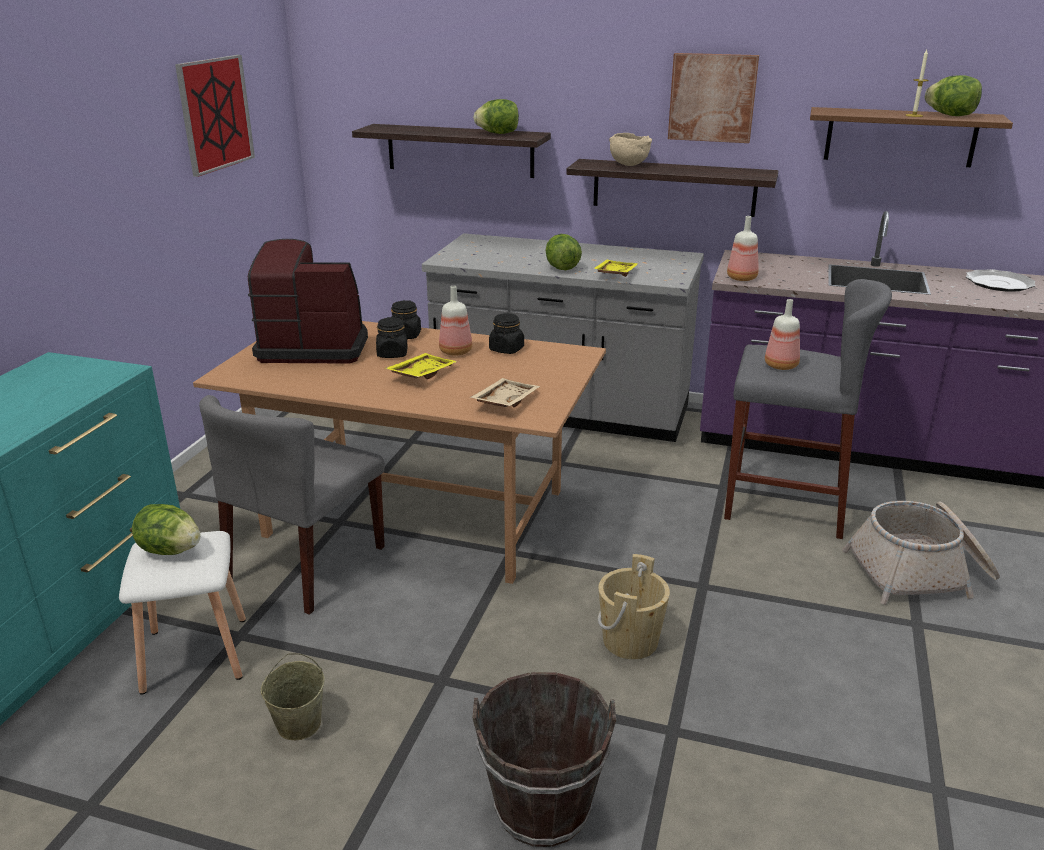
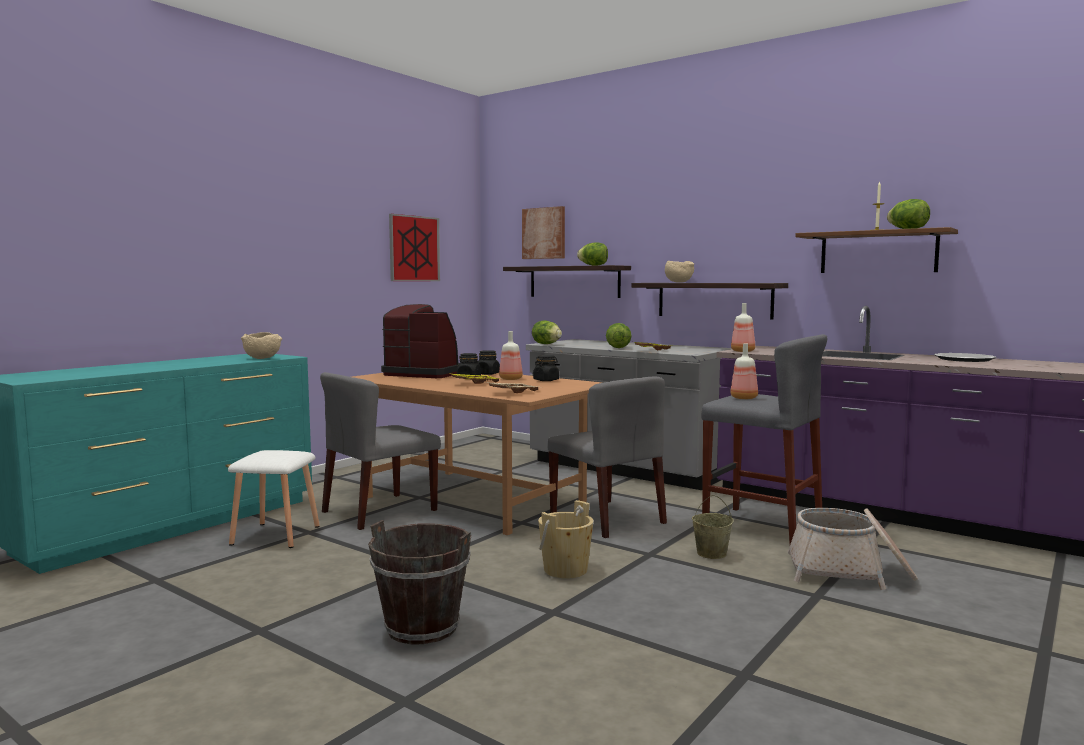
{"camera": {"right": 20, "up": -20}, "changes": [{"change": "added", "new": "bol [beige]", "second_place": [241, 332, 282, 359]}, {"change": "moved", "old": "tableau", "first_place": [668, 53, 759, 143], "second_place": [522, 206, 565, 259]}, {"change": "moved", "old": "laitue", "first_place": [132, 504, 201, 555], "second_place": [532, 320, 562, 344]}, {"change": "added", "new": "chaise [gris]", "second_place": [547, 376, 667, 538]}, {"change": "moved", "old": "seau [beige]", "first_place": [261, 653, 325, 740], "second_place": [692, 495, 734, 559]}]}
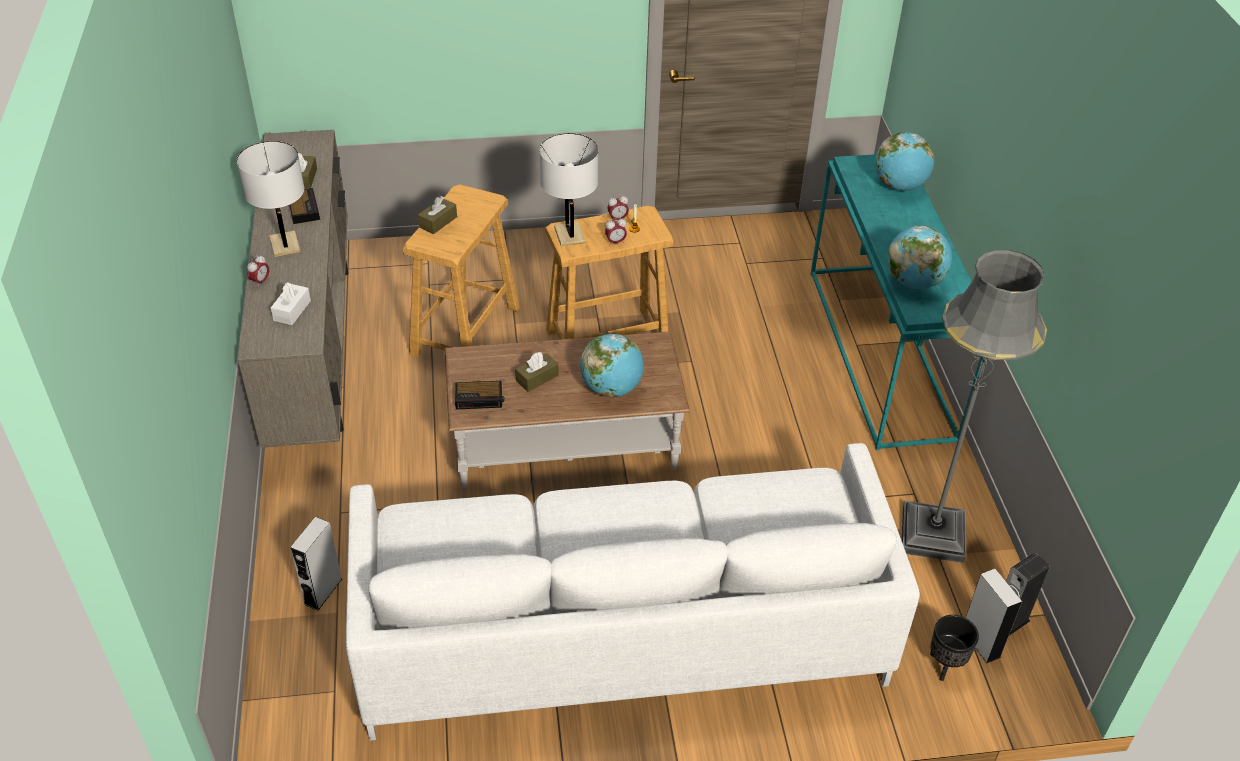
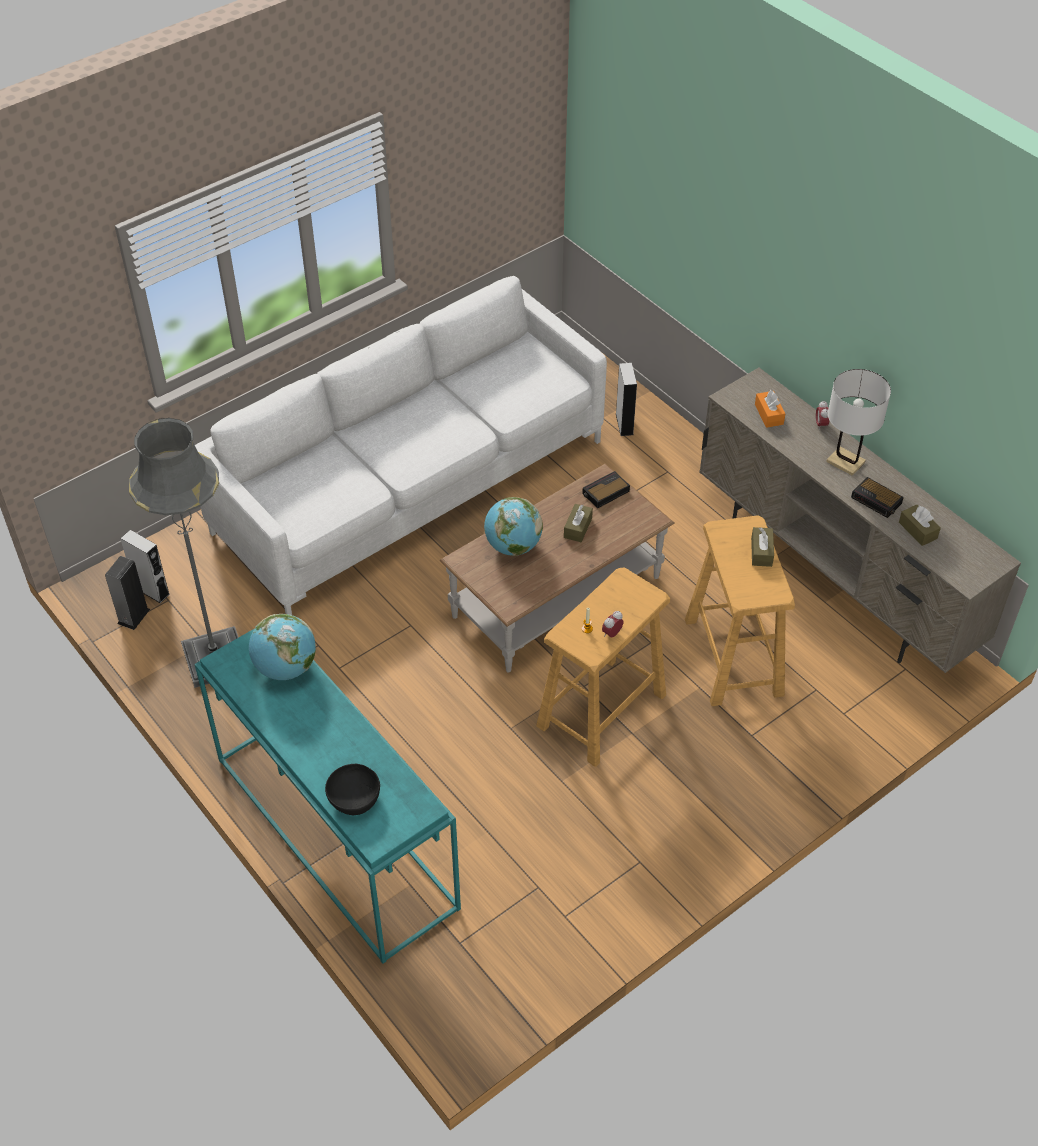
{"camera": {"right": 150, "up": 5}, "changes": [{"change": "replaced", "old": "globe", "new": "bol [noir]", "first_place": [875, 132, 934, 191], "second_place": [325, 763, 380, 815]}, {"change": "recoloured", "old": "boîte à mouchoirs [blanc]", "new": "boîte à mouchoirs [orange]", "first_place": [271, 282, 311, 325], "second_place": [755, 390, 785, 428]}, {"change": "removed", "old": "lampe de table [blanc]", "first_place": [539, 133, 598, 246]}, {"change": "removed", "old": "réveil", "first_place": [605, 217, 627, 246]}, {"change": "removed", "old": "cache-pot [noir]", "first_place": [930, 615, 979, 681]}]}
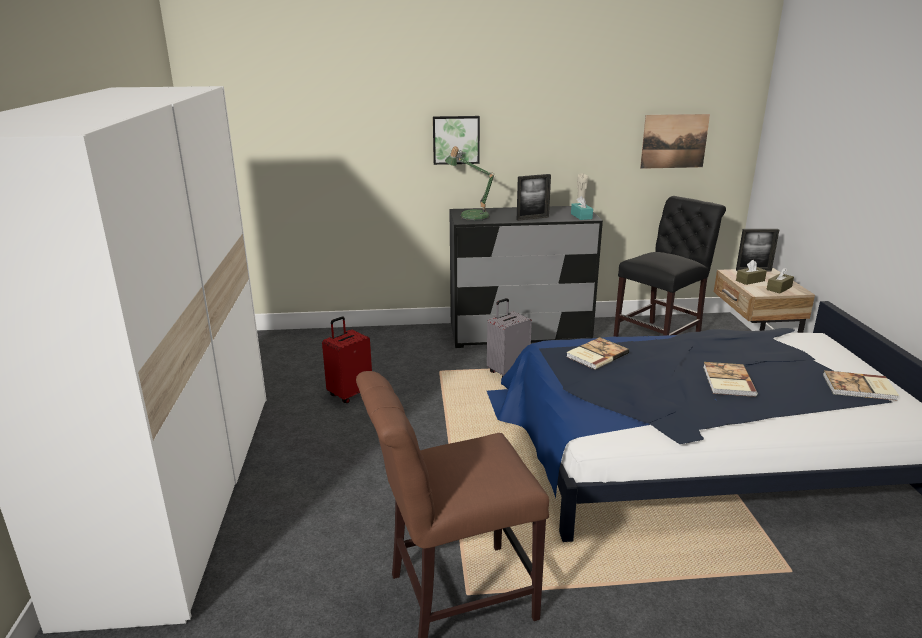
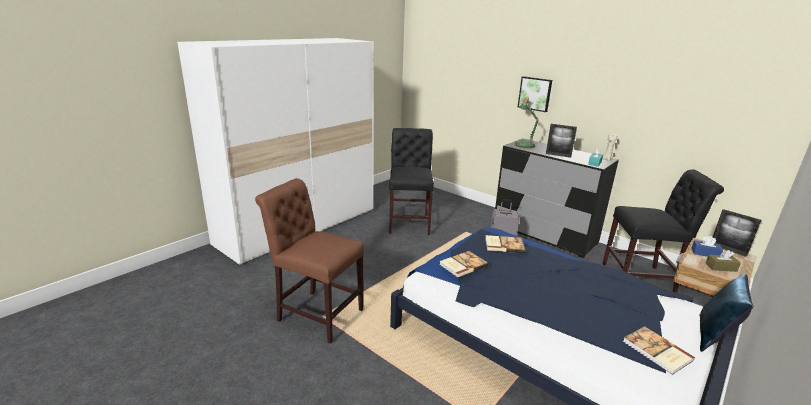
{"camera": {"right": 45, "up": 0}, "changes": [{"change": "replaced", "old": "valise [rouge]", "new": "chaise [noir]", "first_place": [322, 317, 372, 403], "second_place": [389, 128, 434, 235]}, {"change": "moved", "old": "livre", "first_place": [703, 362, 757, 397], "second_place": [440, 251, 488, 278]}, {"change": "recoloured", "old": "boîte à mouchoirs [marron]", "new": "boîte à mouchoirs [bleu]", "first_place": [736, 260, 767, 285], "second_place": [691, 236, 723, 257]}, {"change": "added", "new": "coussin [bleu]", "second_place": [699, 274, 754, 352]}, {"change": "removed", "old": "tableau", "first_place": [640, 114, 710, 169]}]}
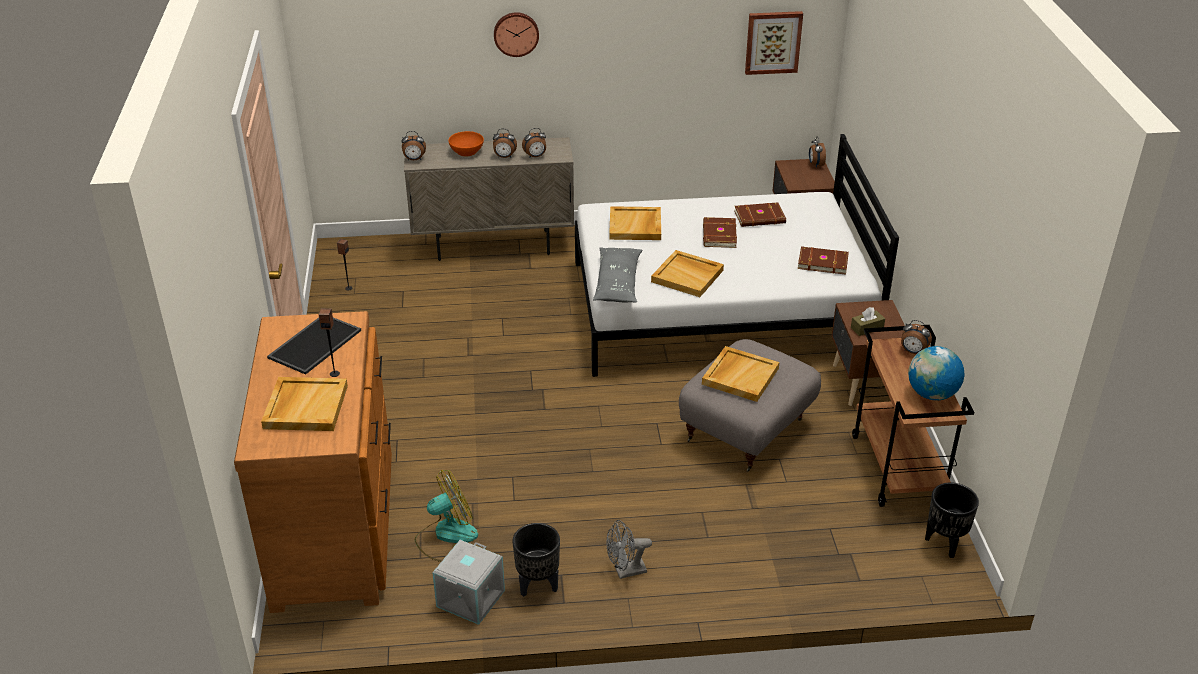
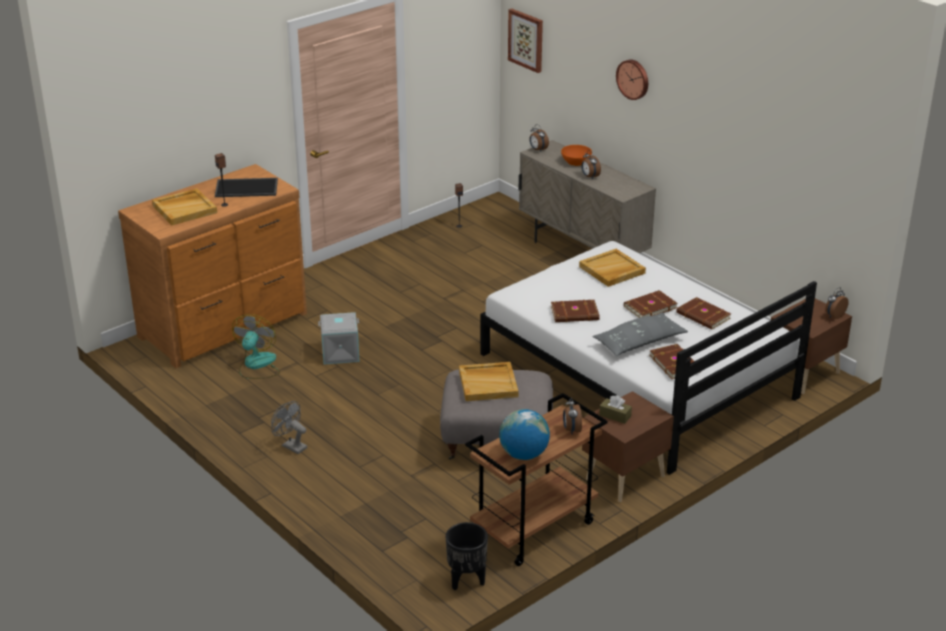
{"camera": {"right": 55, "up": -5}, "changes": [{"change": "turned", "old": "ventilateur", "first_place": [415, 470, 478, 562], "second_place": [232, 314, 280, 379], "degrees": -105}, {"change": "moved", "old": "boîte de rangement [gris]", "first_place": [432, 540, 505, 625], "second_place": [318, 312, 359, 365]}, {"change": "moved", "old": "tableau", "first_place": [745, 11, 803, 75], "second_place": [508, 9, 543, 73]}, {"change": "replaced", "old": "plateau [beige]", "new": "livre [marron]", "first_place": [651, 250, 724, 297], "second_place": [551, 300, 600, 322]}, {"change": "moved", "old": "coussin [gris]", "first_place": [593, 247, 642, 303], "second_place": [592, 312, 688, 356]}, {"change": "removed", "old": "cache-pot [noir]", "first_place": [512, 523, 560, 597]}, {"change": "removed", "old": "réveil", "first_place": [522, 128, 546, 158]}]}
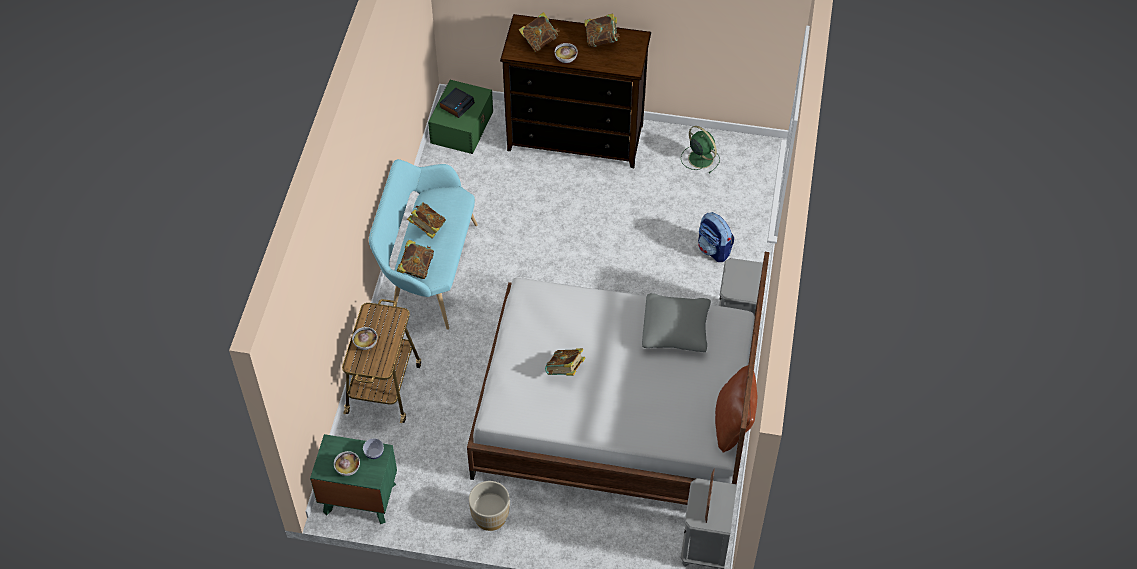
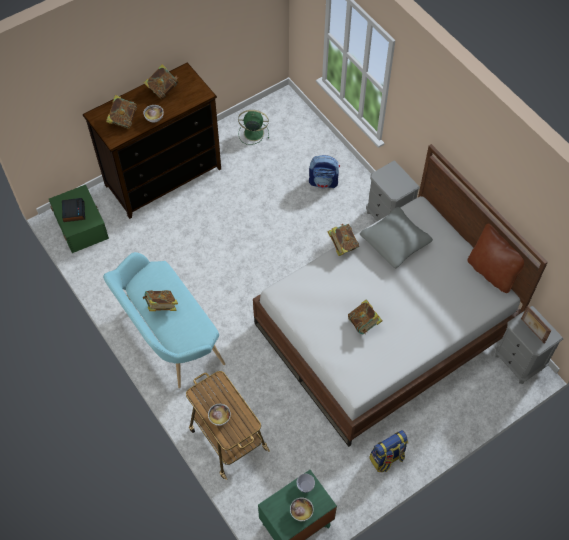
{"camera": {"right": -45, "up": 5}, "changes": [{"change": "moved", "old": "livre", "first_place": [397, 240, 434, 279], "second_place": [327, 224, 359, 256]}, {"change": "replaced", "old": "cache-pot [beige]", "new": "sac à dos", "first_place": [469, 481, 510, 531], "second_place": [369, 430, 408, 472]}]}
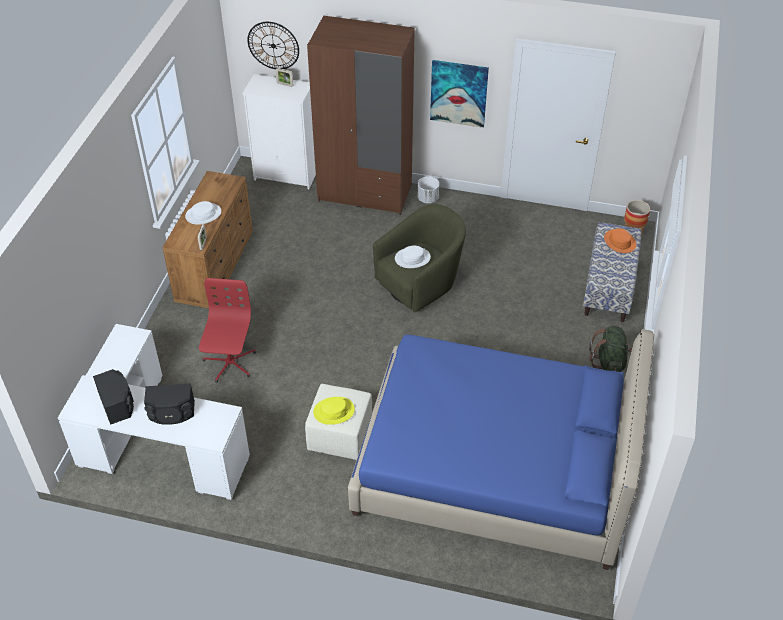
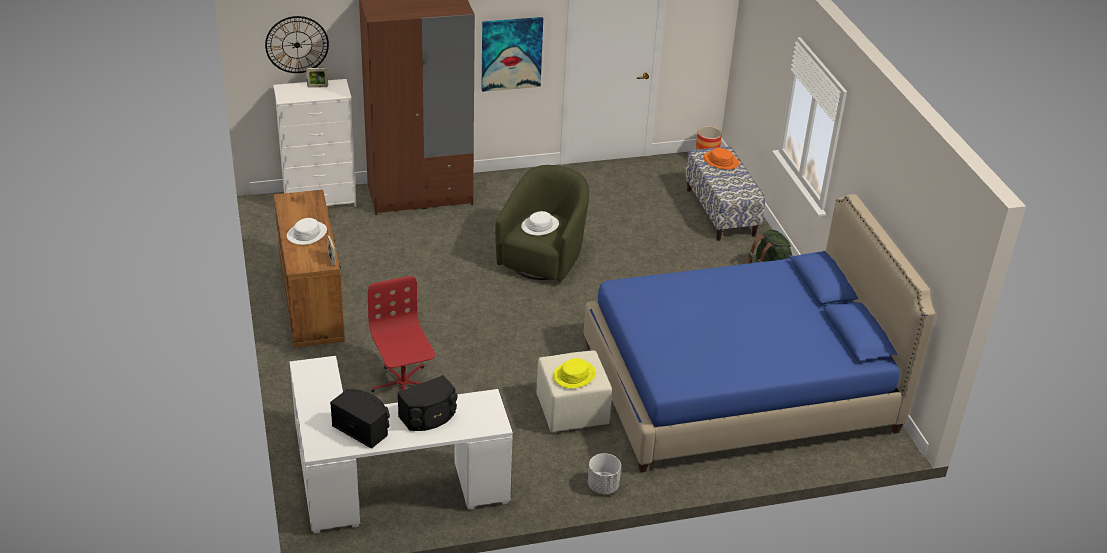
{"camera": {"right": -30, "up": -10}, "changes": [{"change": "moved", "old": "cache-pot [blanc]", "first_place": [418, 176, 439, 203], "second_place": [588, 453, 621, 494]}]}
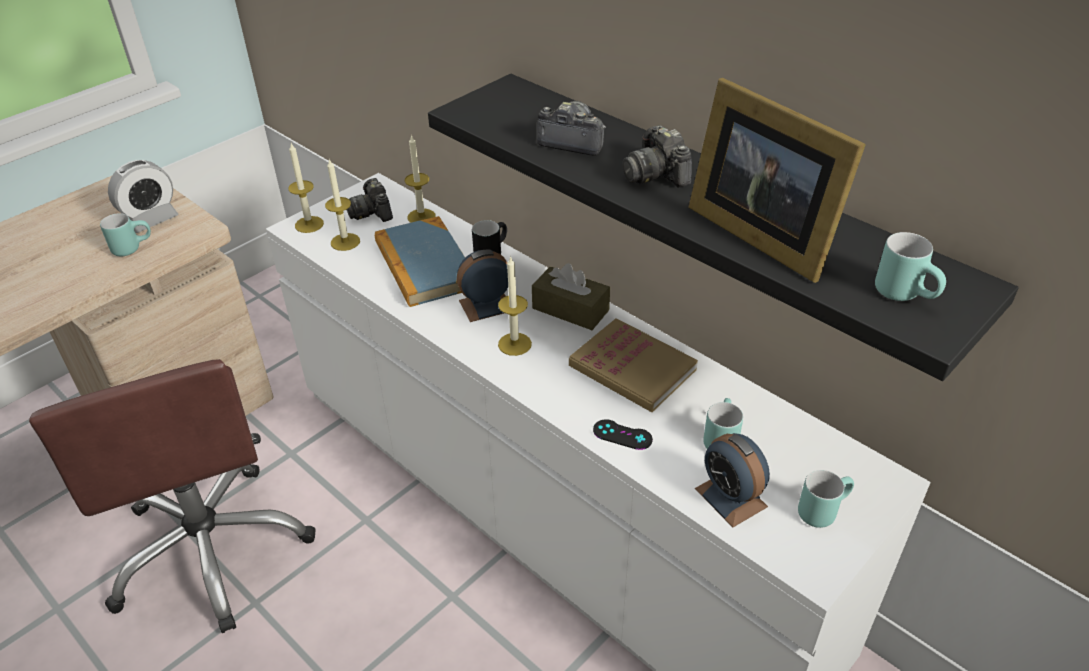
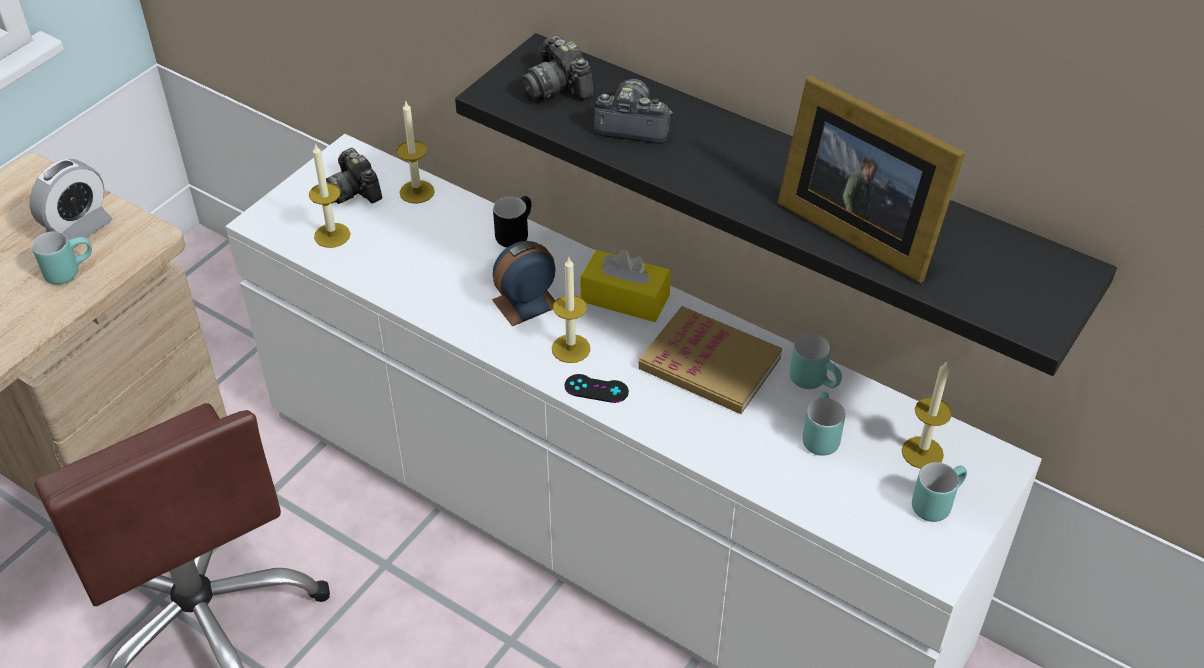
{"camera": {"right": -10, "up": 5}, "changes": [{"change": "moved", "old": "appareil photo", "first_place": [623, 125, 692, 188], "second_place": [522, 35, 593, 101]}, {"change": "moved", "old": "manette [noir]", "first_place": [593, 419, 653, 450], "second_place": [565, 374, 629, 403]}, {"change": "recoloured", "old": "boîte à mouchoirs [marron]", "new": "boîte à mouchoirs [jaune]", "first_place": [532, 263, 610, 330], "second_place": [580, 250, 671, 322]}, {"change": "moved", "old": "mug [turquoise]", "first_place": [875, 232, 946, 301], "second_place": [790, 334, 842, 389]}, {"change": "moved", "old": "bougie", "first_place": [288, 143, 324, 233], "second_place": [902, 361, 952, 469]}, {"change": "removed", "old": "livre", "first_place": [375, 216, 465, 307]}, {"change": "removed", "old": "réveil", "first_place": [695, 433, 770, 527]}]}
